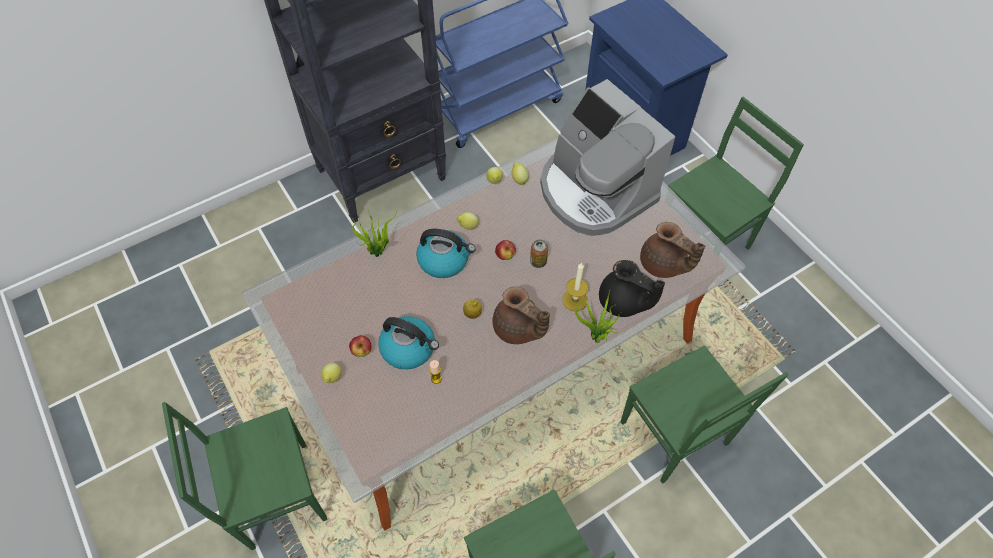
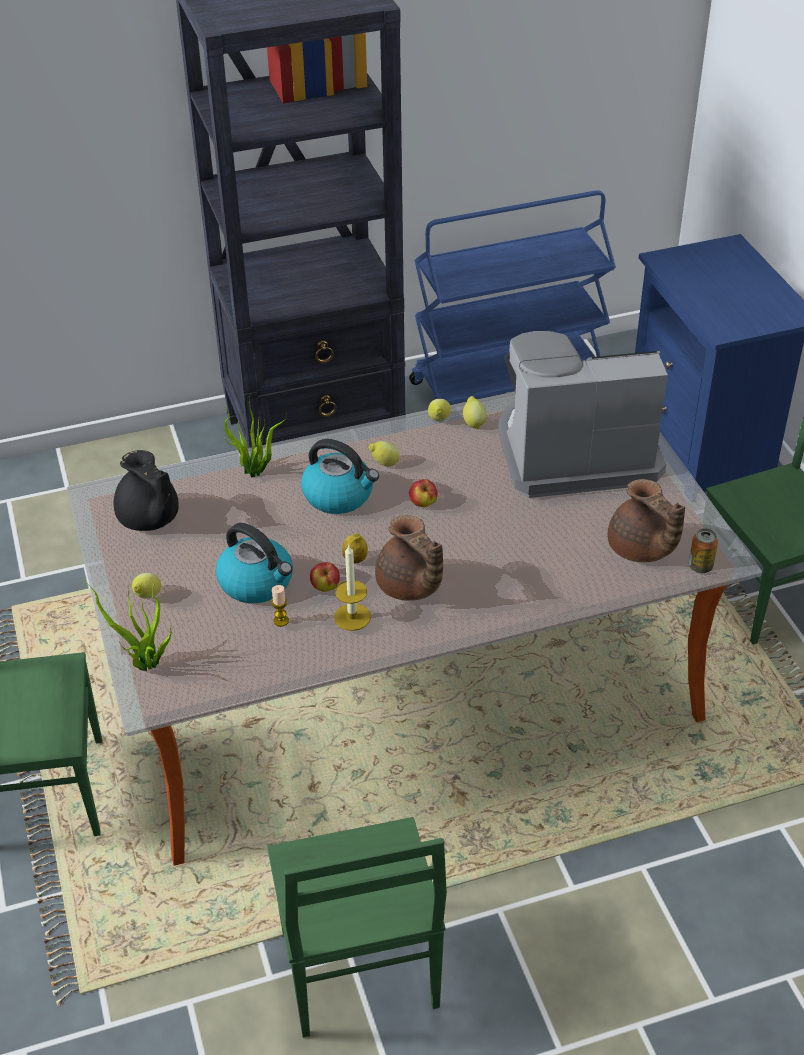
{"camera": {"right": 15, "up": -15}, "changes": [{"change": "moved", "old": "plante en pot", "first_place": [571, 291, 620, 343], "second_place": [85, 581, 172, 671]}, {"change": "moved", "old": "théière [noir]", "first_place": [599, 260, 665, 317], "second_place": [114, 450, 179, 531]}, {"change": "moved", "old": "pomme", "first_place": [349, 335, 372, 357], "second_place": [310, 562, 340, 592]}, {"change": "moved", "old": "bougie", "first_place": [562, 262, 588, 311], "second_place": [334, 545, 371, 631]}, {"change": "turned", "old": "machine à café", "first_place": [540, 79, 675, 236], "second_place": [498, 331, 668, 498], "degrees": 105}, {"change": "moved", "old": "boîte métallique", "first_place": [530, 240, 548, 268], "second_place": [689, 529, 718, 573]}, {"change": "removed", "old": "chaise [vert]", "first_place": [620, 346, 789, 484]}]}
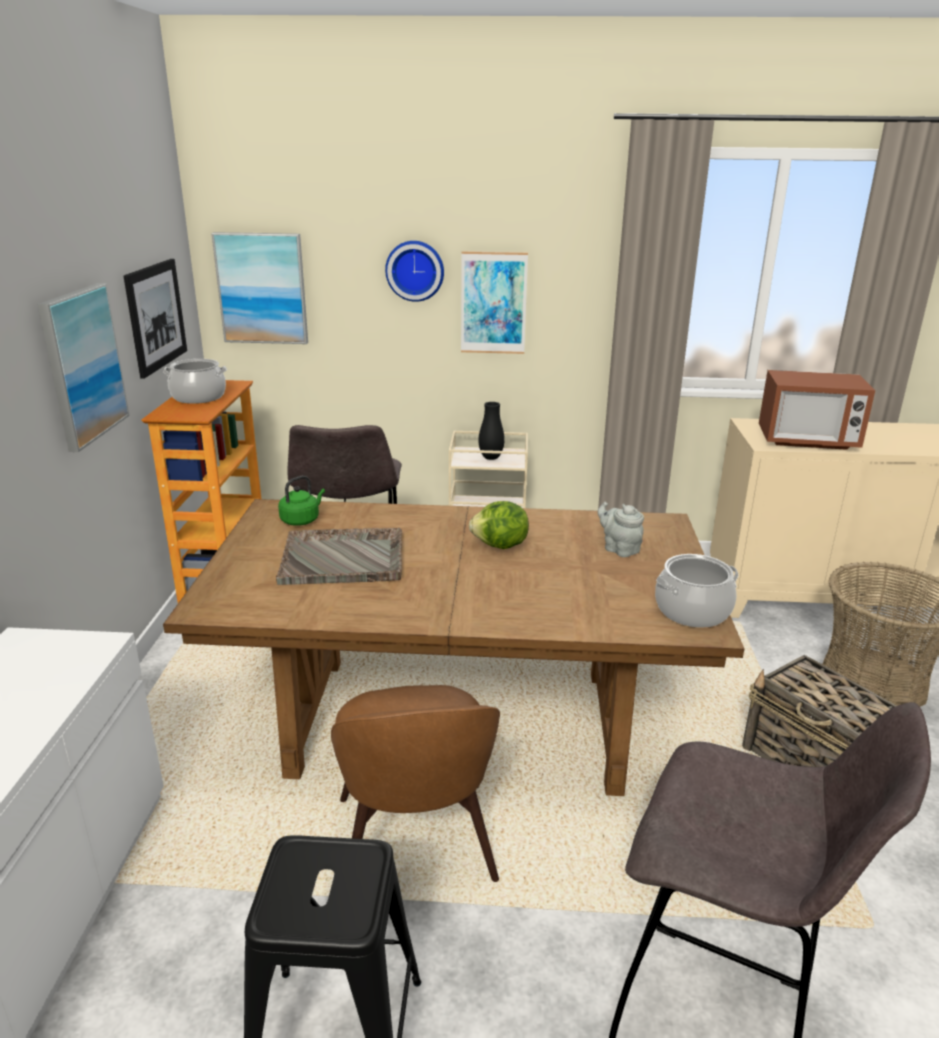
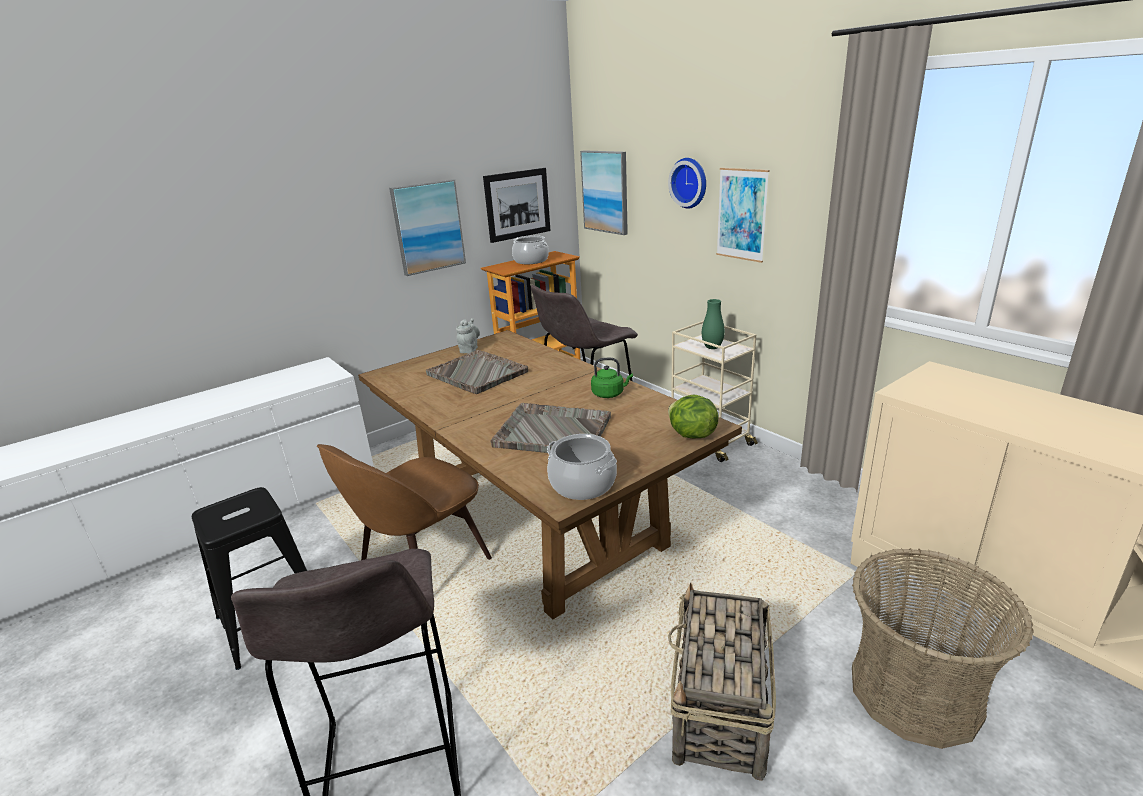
{"camera": {"right": 50, "up": 0}, "changes": [{"change": "moved", "old": "théière [gris]", "first_place": [598, 502, 644, 557], "second_place": [456, 318, 480, 353]}, {"change": "added", "new": "plateau [gris]", "second_place": [491, 403, 611, 453]}, {"change": "moved", "old": "bouilloire [vert]", "first_place": [278, 475, 325, 526], "second_place": [591, 358, 633, 398]}, {"change": "moved", "old": "laitue", "first_place": [469, 501, 529, 549], "second_place": [668, 395, 719, 439]}, {"change": "recoloured", "old": "vase [noir]", "new": "vase [vert]", "first_place": [478, 402, 505, 460], "second_place": [702, 299, 725, 349]}, {"change": "removed", "old": "micro-ondes", "first_place": [759, 370, 875, 450]}]}
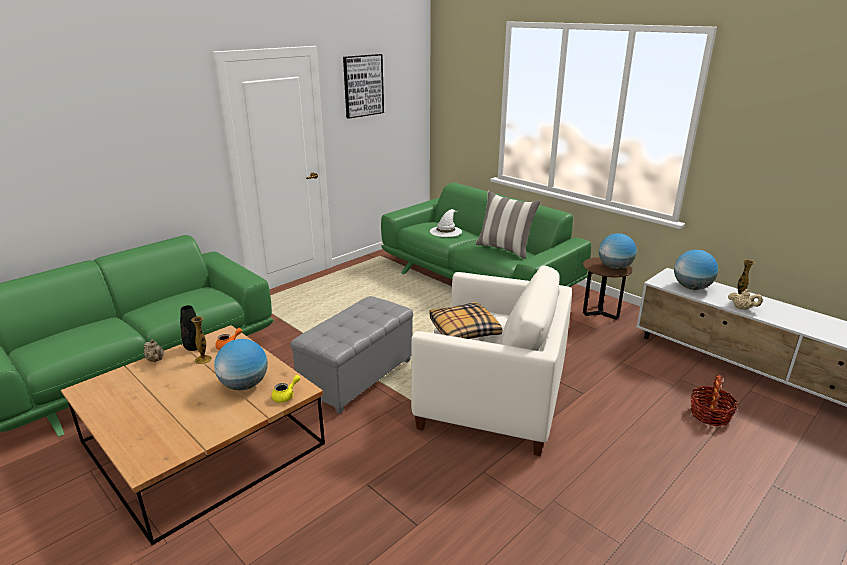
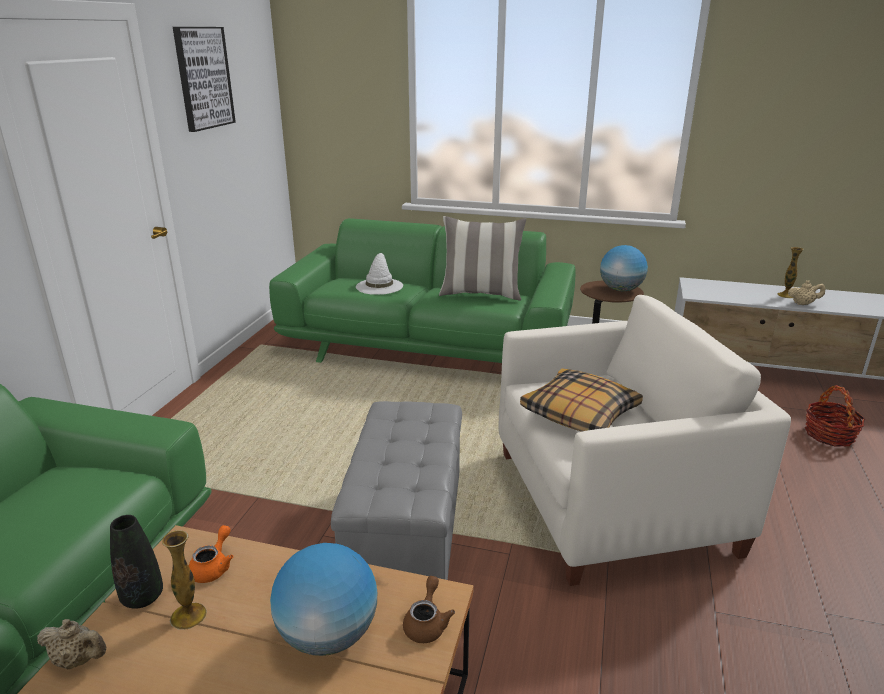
{"camera": {"right": -30, "up": 0}, "changes": [{"change": "recoloured", "old": "théière [jaune]", "new": "théière [marron]", "first_place": [271, 375, 300, 403], "second_place": [403, 576, 455, 643]}, {"change": "removed", "old": "globe", "first_place": [674, 250, 718, 290]}]}
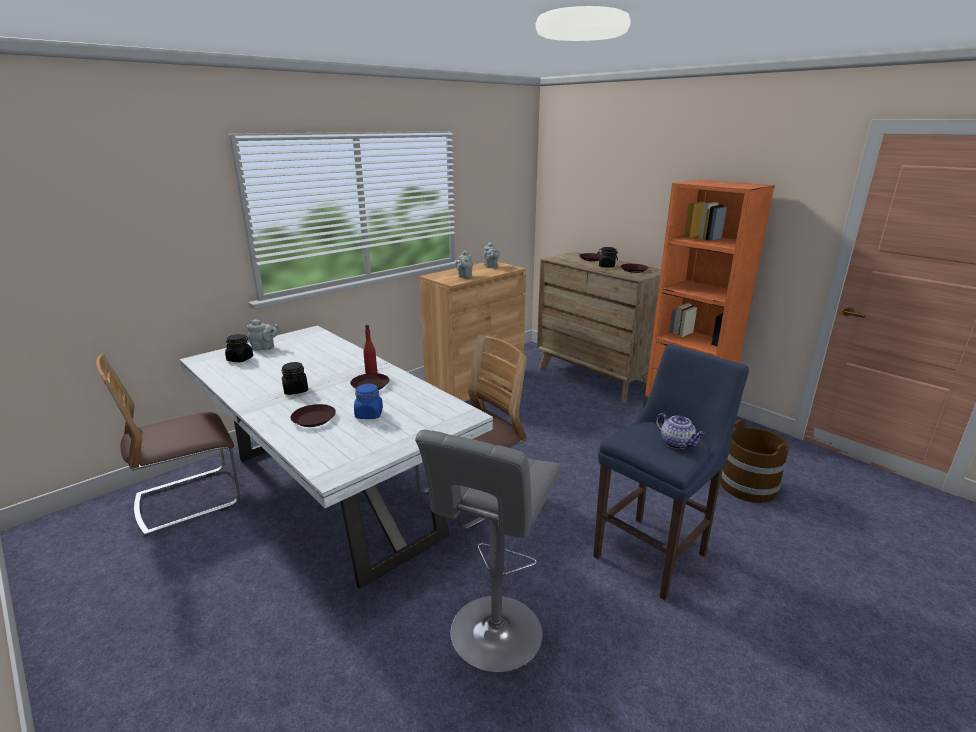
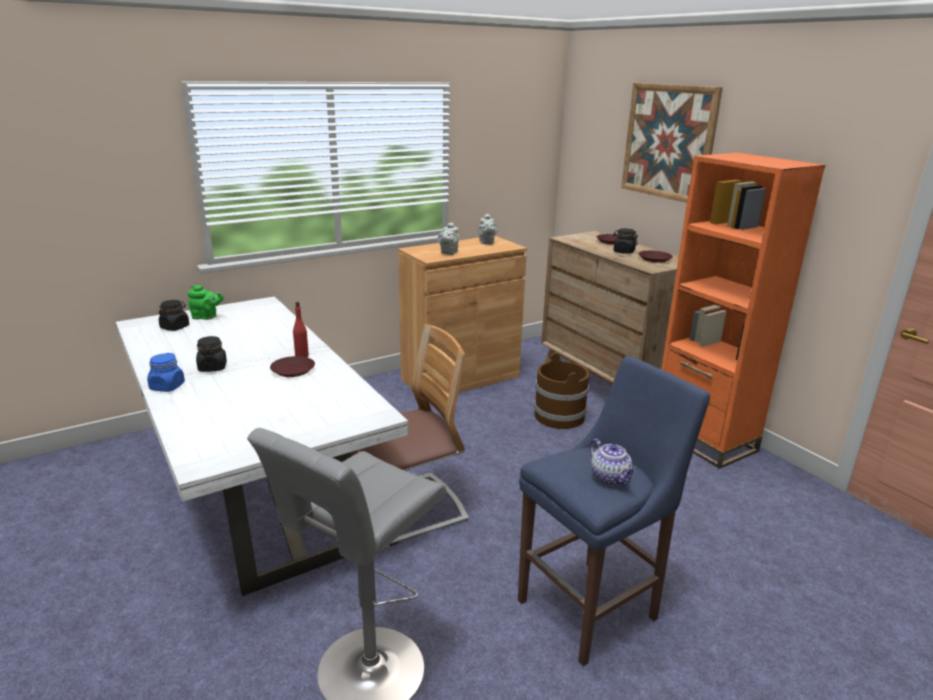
{"camera": {"right": 10, "up": 0}, "changes": [{"change": "moved", "old": "bocal [bleu]", "first_place": [354, 383, 383, 419], "second_place": [147, 353, 185, 392]}, {"change": "recoloured", "old": "théière [gris]", "new": "théière [vert]", "first_place": [247, 319, 281, 351], "second_place": [187, 285, 224, 320]}, {"change": "moved", "old": "seau [marron]", "first_place": [720, 419, 789, 503], "second_place": [534, 352, 589, 429]}, {"change": "added", "new": "tableau", "second_place": [621, 83, 723, 203]}, {"change": "removed", "old": "chaise", "first_place": [96, 353, 240, 536]}, {"change": "removed", "old": "assiette [marron]", "first_place": [290, 404, 336, 427]}]}
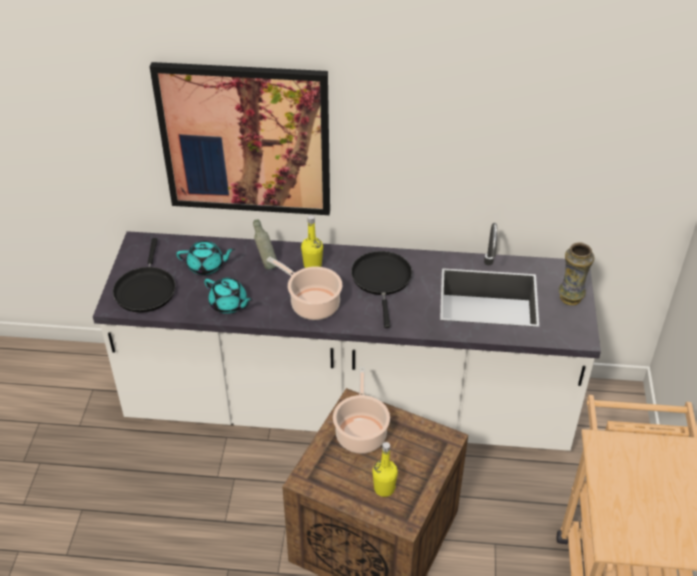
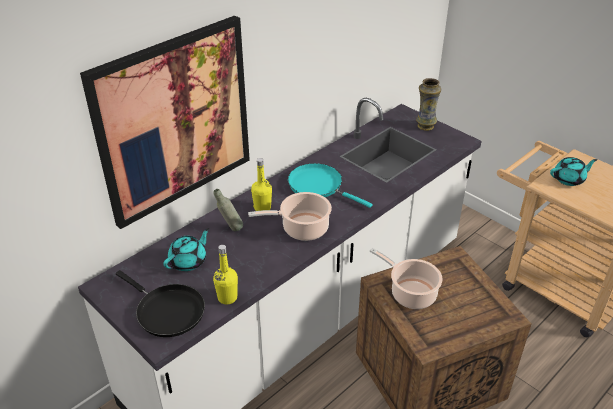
{"camera": {"right": -50, "up": -5}, "changes": [{"change": "moved", "old": "bouteille [jaune]", "first_place": [372, 442, 398, 497], "second_place": [213, 245, 238, 304]}, {"change": "recoloured", "old": "poêle [noir]", "new": "poêle [turquoise]", "first_place": [351, 251, 412, 328], "second_place": [288, 163, 373, 208]}, {"change": "moved", "old": "théière [turquoise]", "first_place": [204, 278, 252, 314], "second_place": [550, 157, 597, 186]}]}
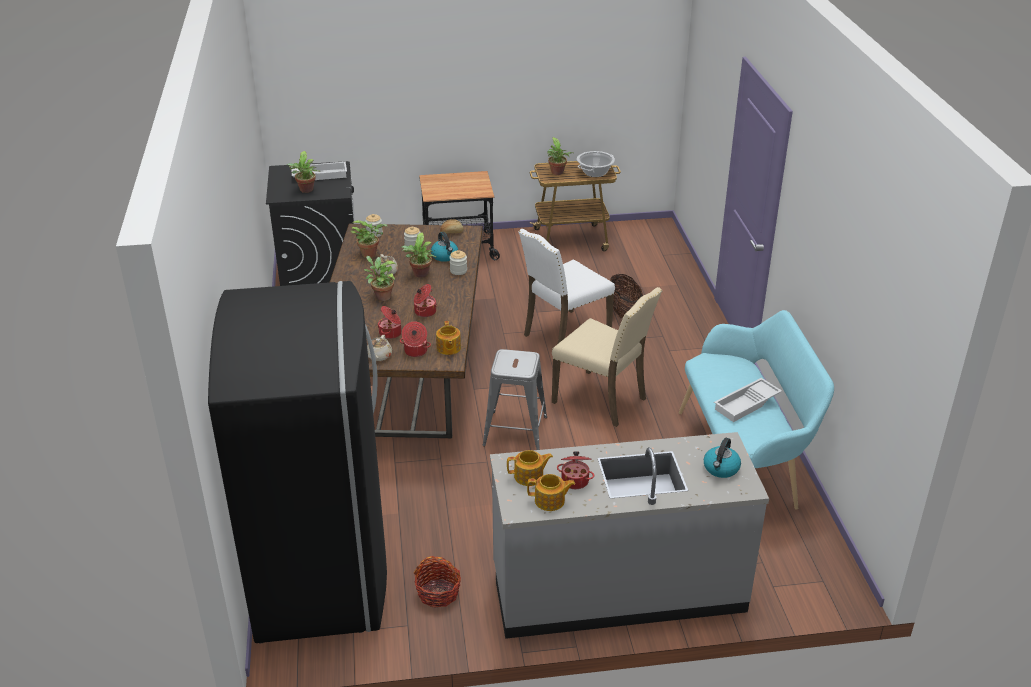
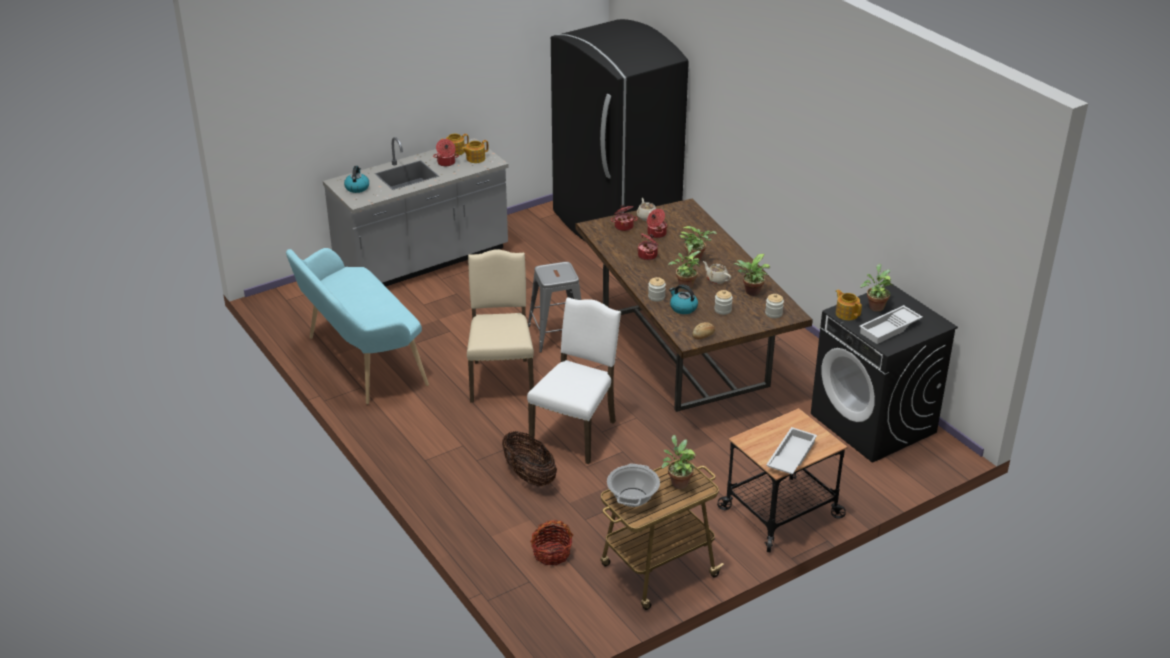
{"camera": {"right": 155, "up": 0}, "changes": [{"change": "turned", "old": "chaise [beige]", "first_place": [552, 287, 662, 427], "second_place": [467, 249, 534, 403], "degrees": 75}, {"change": "moved", "old": "panier", "first_place": [414, 556, 461, 608], "second_place": [530, 520, 573, 565]}, {"change": "moved", "old": "plateau [blanc]", "first_place": [714, 378, 782, 422], "second_place": [766, 427, 817, 474]}, {"change": "moved", "old": "théière", "first_place": [436, 321, 461, 355], "second_place": [836, 290, 862, 320]}]}
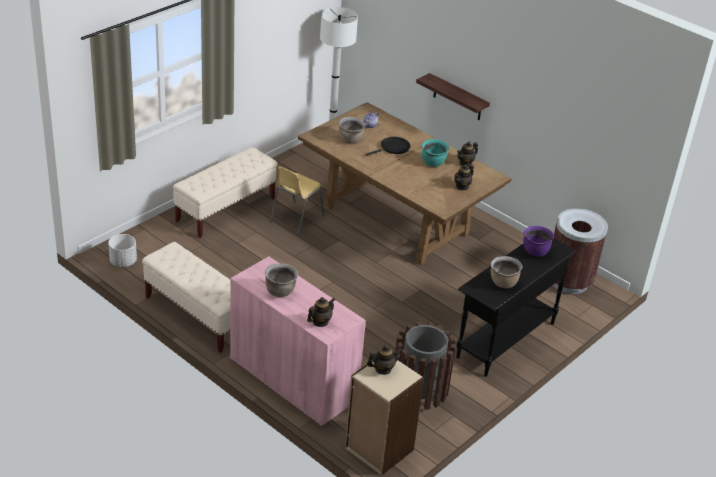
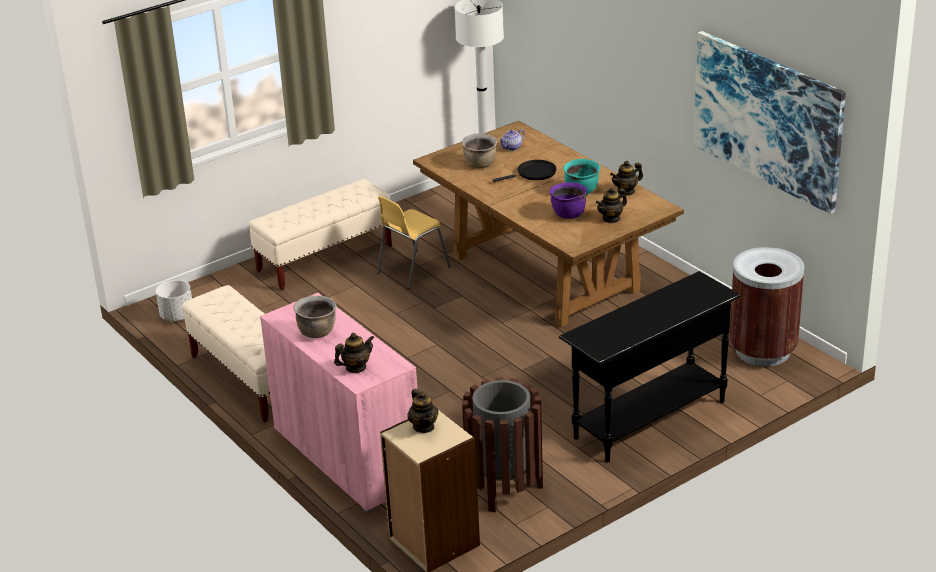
{"camera": {"right": 15, "up": -5}, "changes": [{"change": "turned", "old": "théière", "first_place": [367, 345, 402, 375], "second_place": [407, 389, 438, 433], "degrees": 75}, {"change": "moved", "old": "marmite [violet]", "first_place": [523, 226, 554, 257], "second_place": [550, 182, 587, 219]}, {"change": "added", "new": "tableau", "second_place": [693, 31, 846, 214]}, {"change": "removed", "old": "étagère", "first_place": [416, 73, 490, 120]}, {"change": "removed", "old": "marmite [marron]", "first_place": [491, 256, 522, 288]}]}
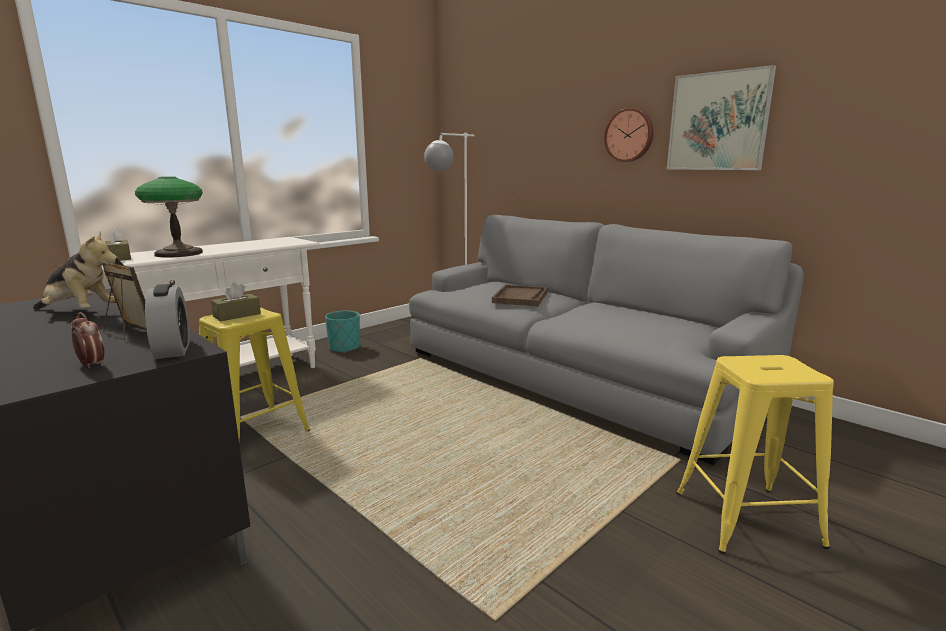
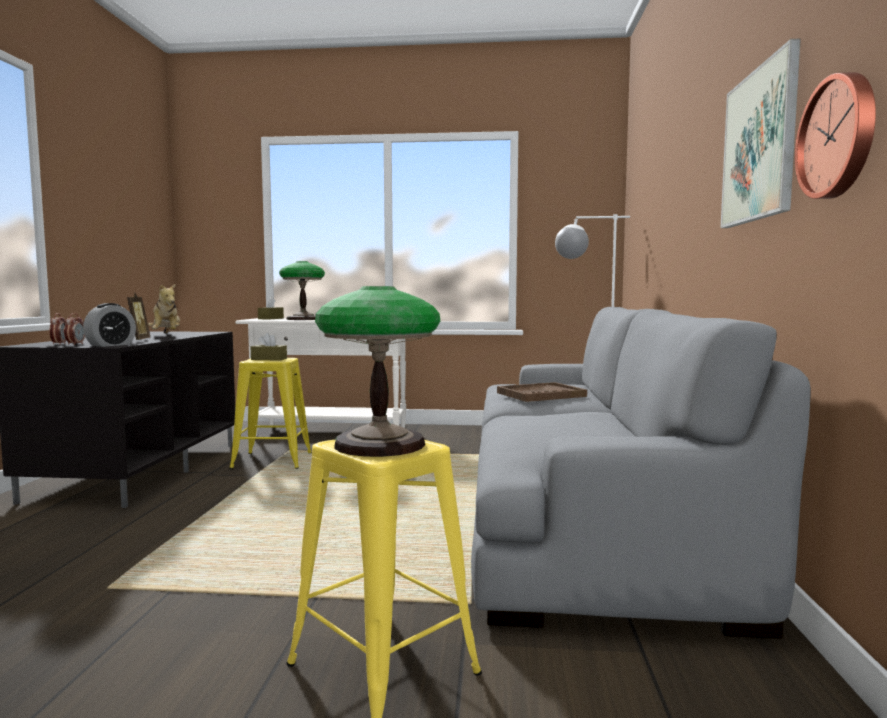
{"camera": {"right": 50, "up": -10}, "changes": [{"change": "added", "new": "réveil", "second_place": [50, 313, 66, 344]}, {"change": "added", "new": "lampe de table", "second_place": [315, 286, 440, 457]}, {"change": "moved", "old": "horloge murale", "first_place": [604, 108, 654, 162], "second_place": [795, 72, 876, 199]}, {"change": "removed", "old": "cache-pot [turquoise]", "first_place": [325, 311, 360, 353]}]}
